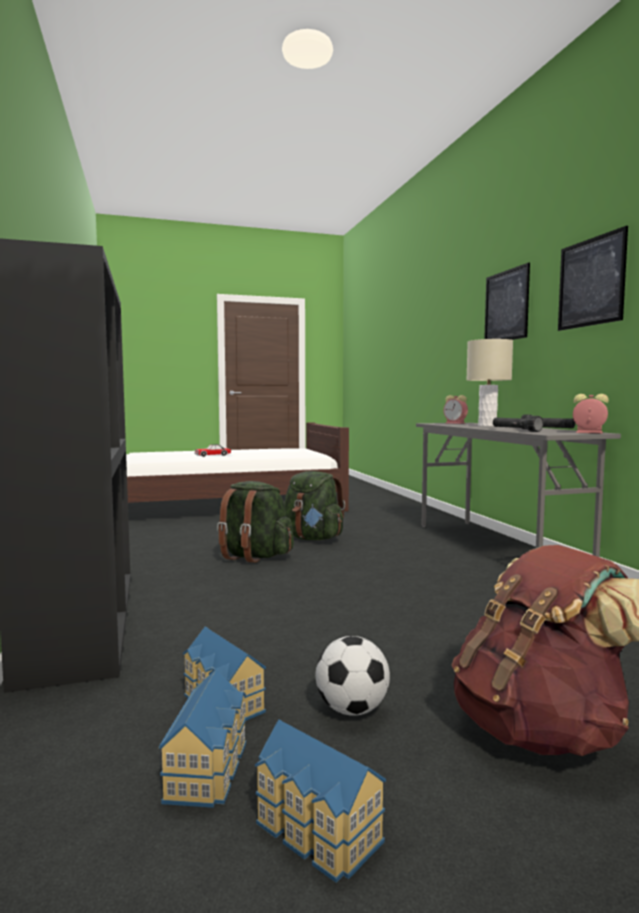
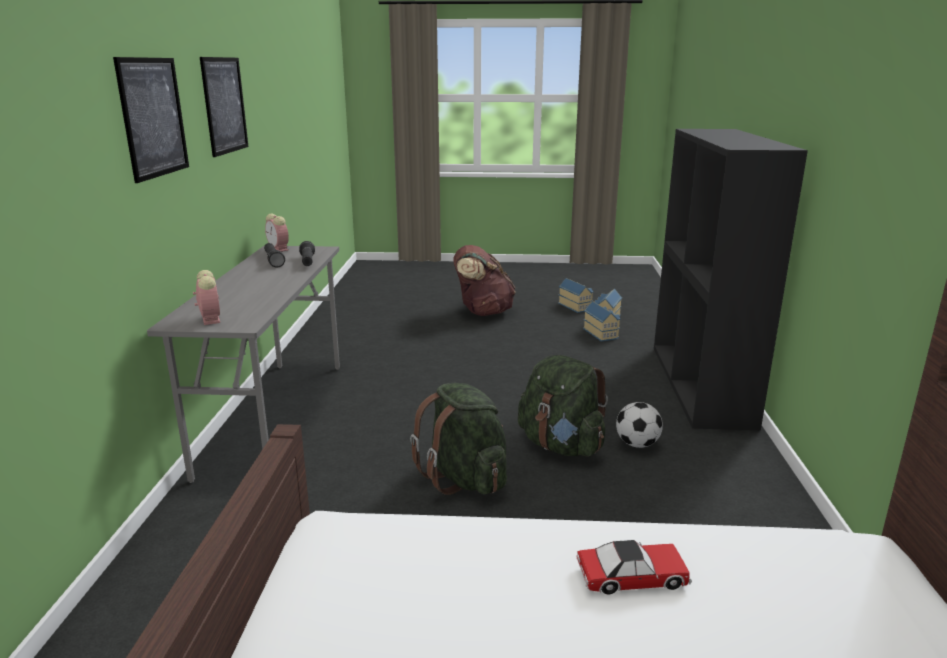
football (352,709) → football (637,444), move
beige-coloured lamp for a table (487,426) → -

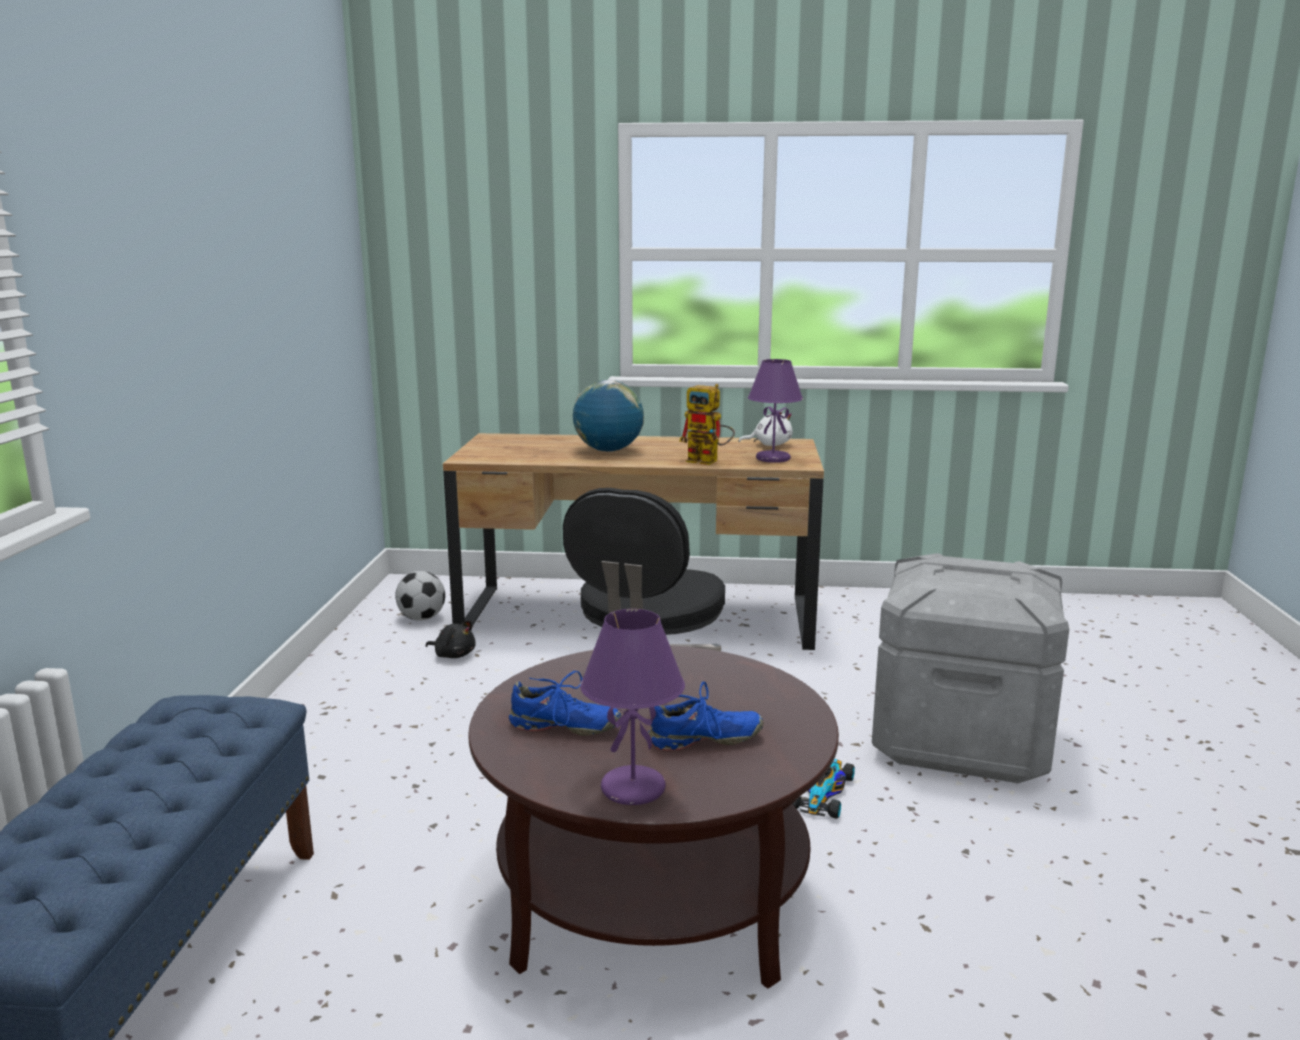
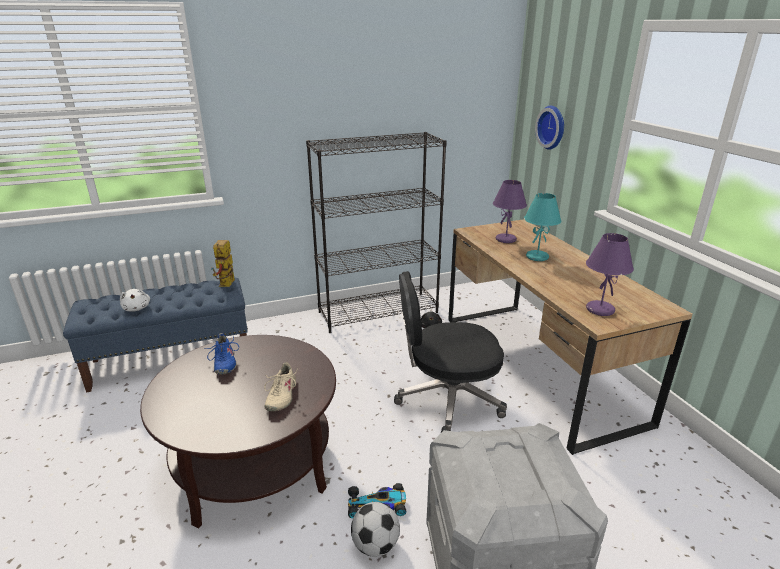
football (422,618) → football (375,545), move
world globe (608,451) → turquoise-coloured lamp for a table (537,257)
purplish lamp for a table (634,788) → purplish lamp for a table (506,239), move
blue low shoe (705,740) → -
robot figure (709,461) → robot figure (227,285), move
white plush toy (769,445) → white plush toy (137,308), move
- → beige-coloured low shoe (281,396)
- → black bookcase (378,312)
- → clock on the wall (553,127)

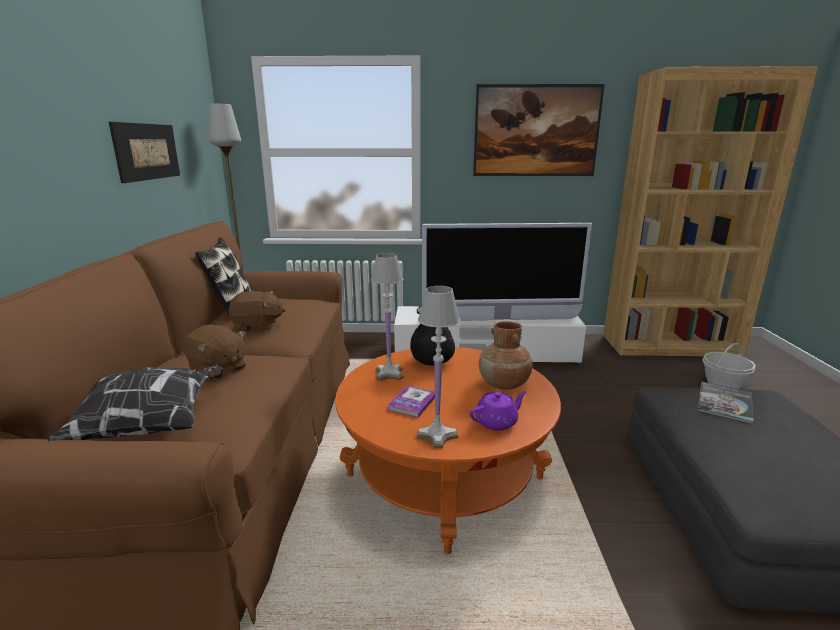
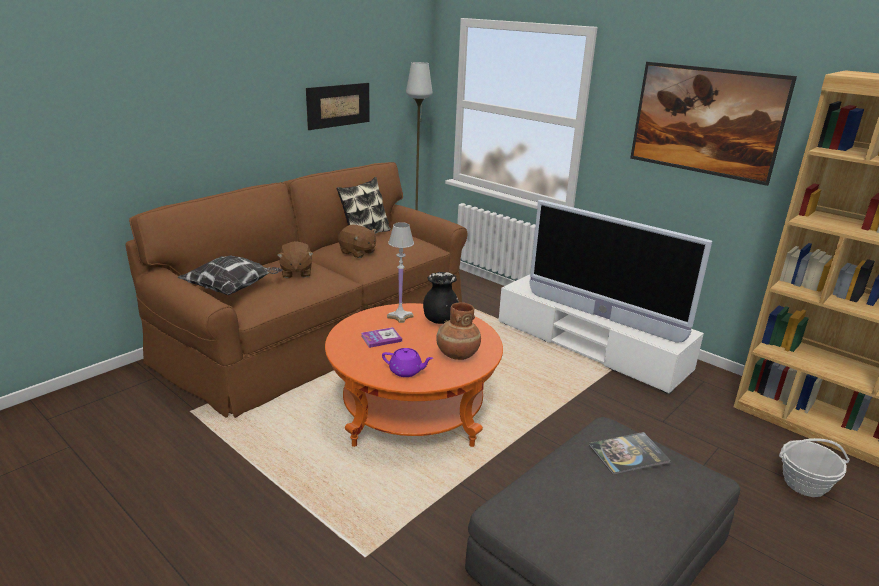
white lamp for a table (437,436) → -

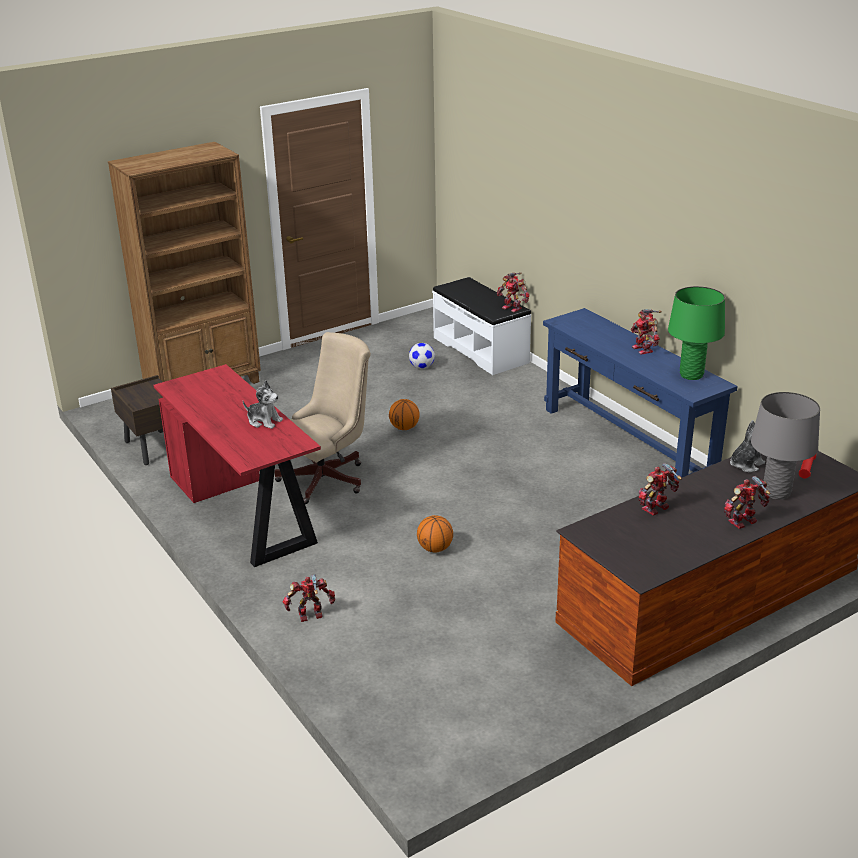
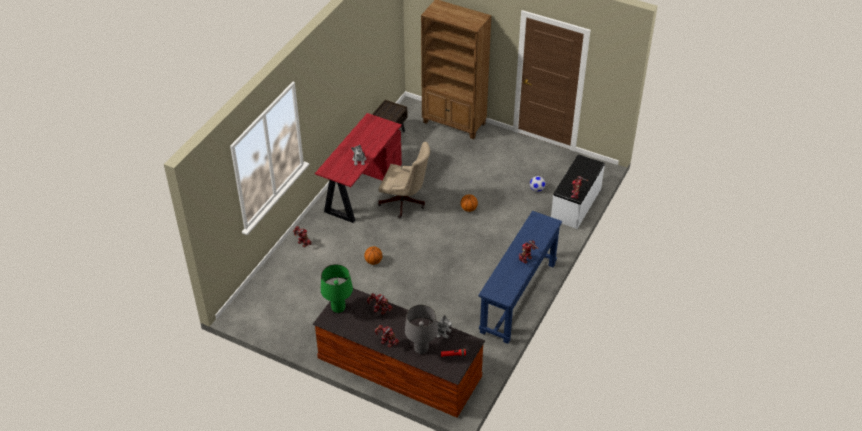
greenish lamp for a table (691,375) → greenish lamp for a table (338,308), move

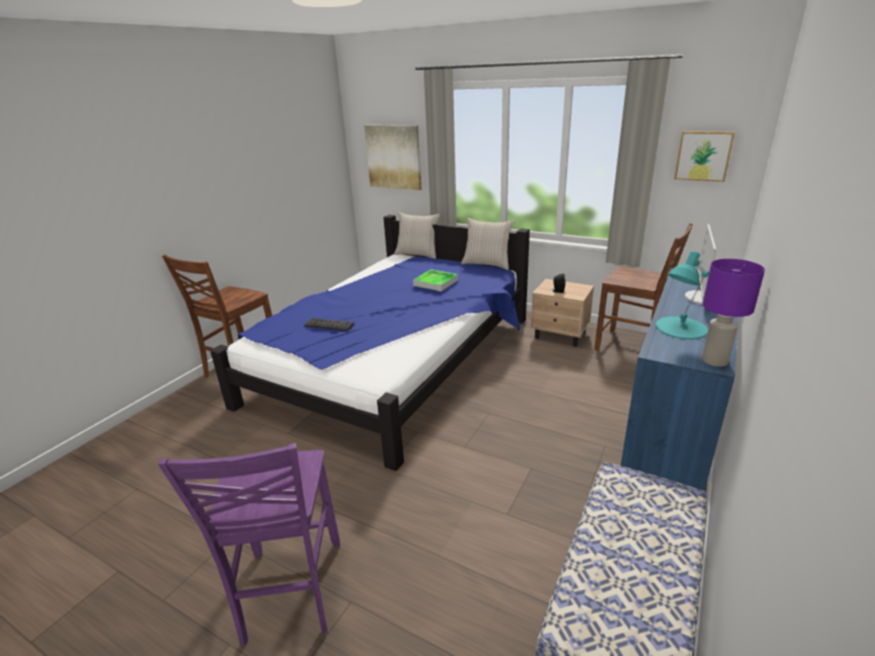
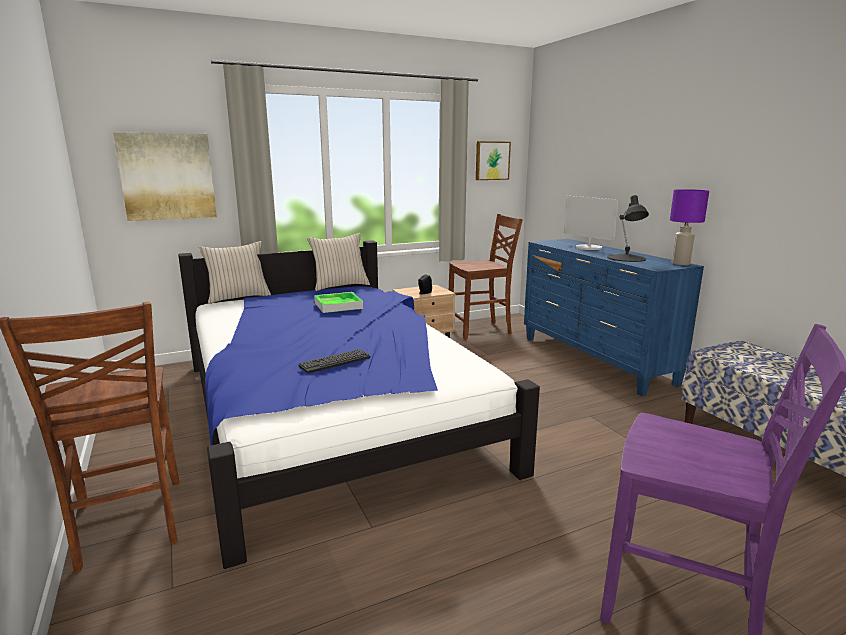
turquoise-coloured lamp for a table (680,328) → black lamp for a table (626,258)

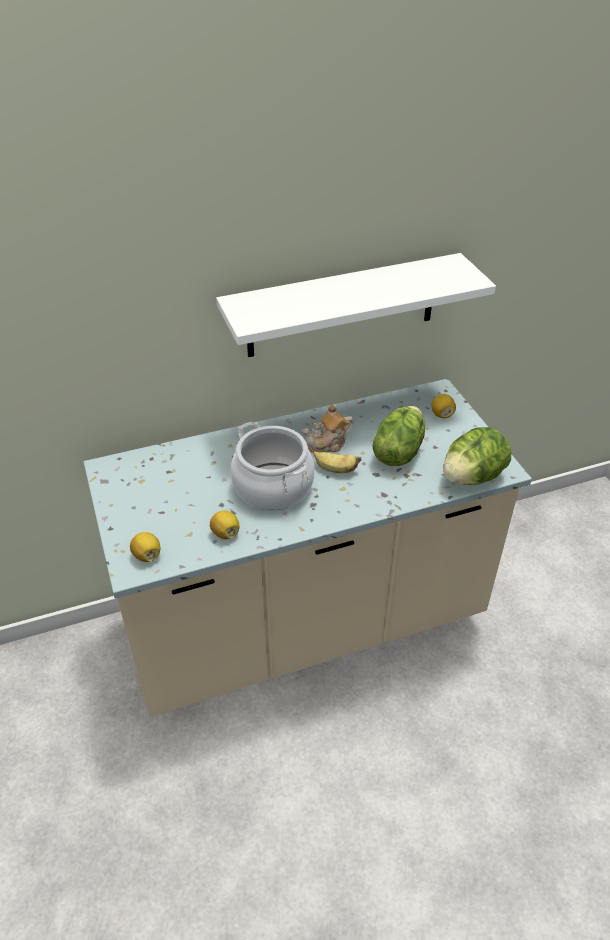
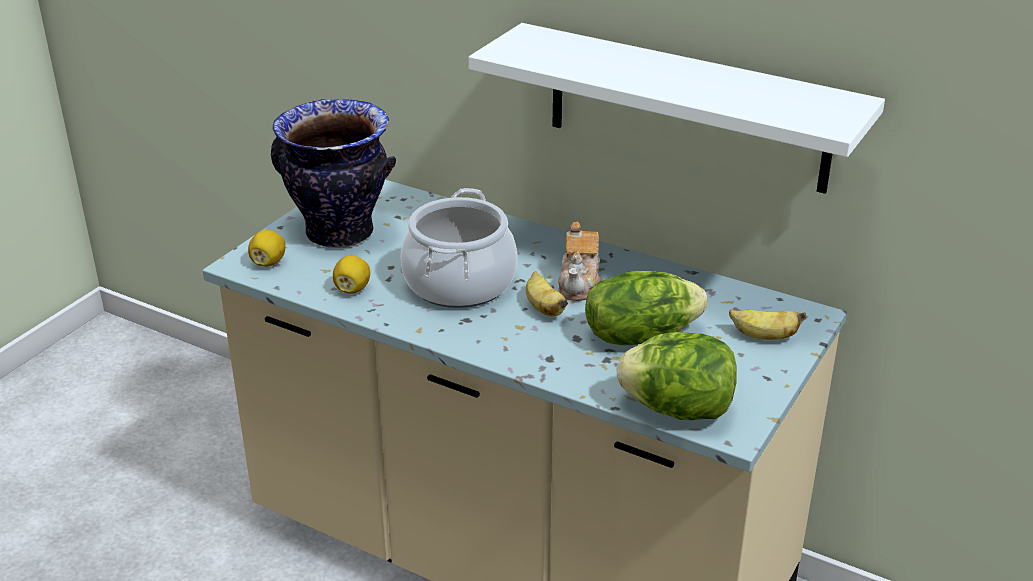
pot for tea (327,444) → pot for tea (579,284), 105 degrees counterclockwise
citrus fruit (442,414) → whole banana (763,337)
- → decorative vase (339,234)

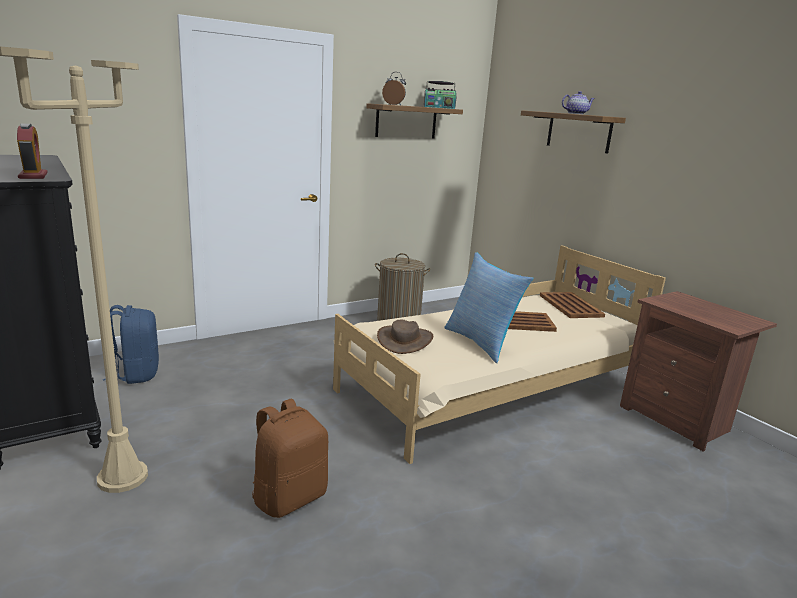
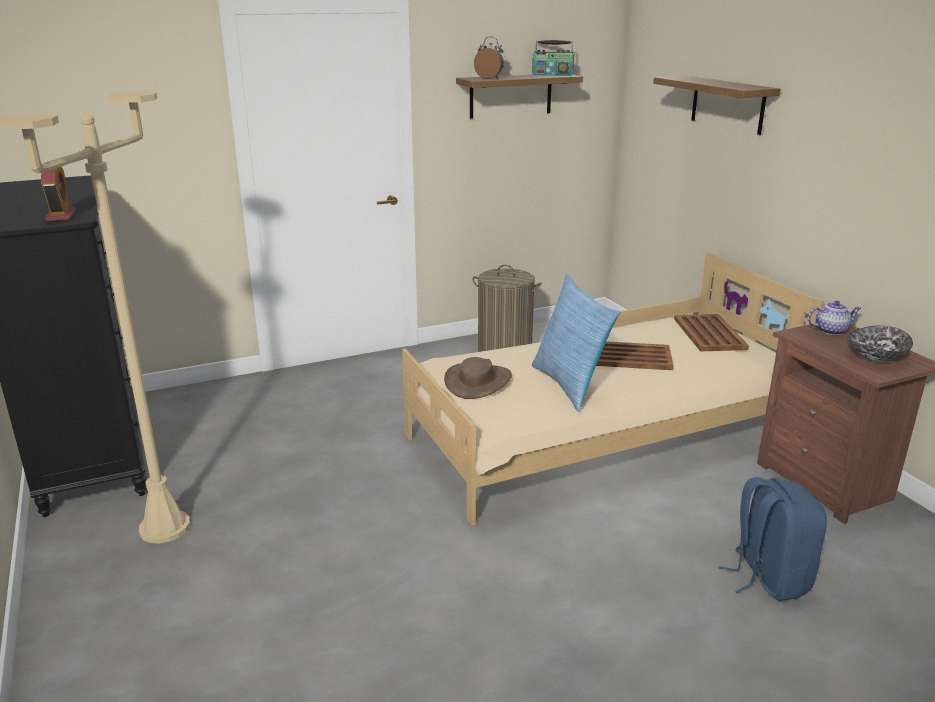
blue knapsack (136,374) → blue knapsack (767,577), move
brown knapsack (289,497) → -
pot for tea (576,114) → pot for tea (831,330), move
- → bowl (876,357)

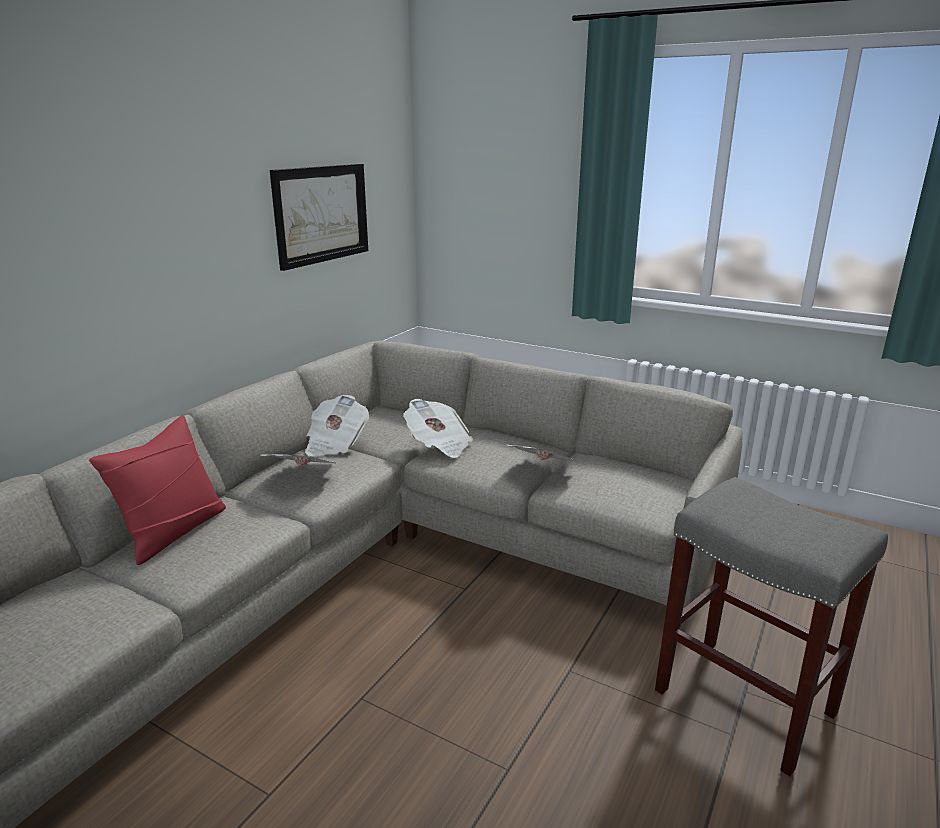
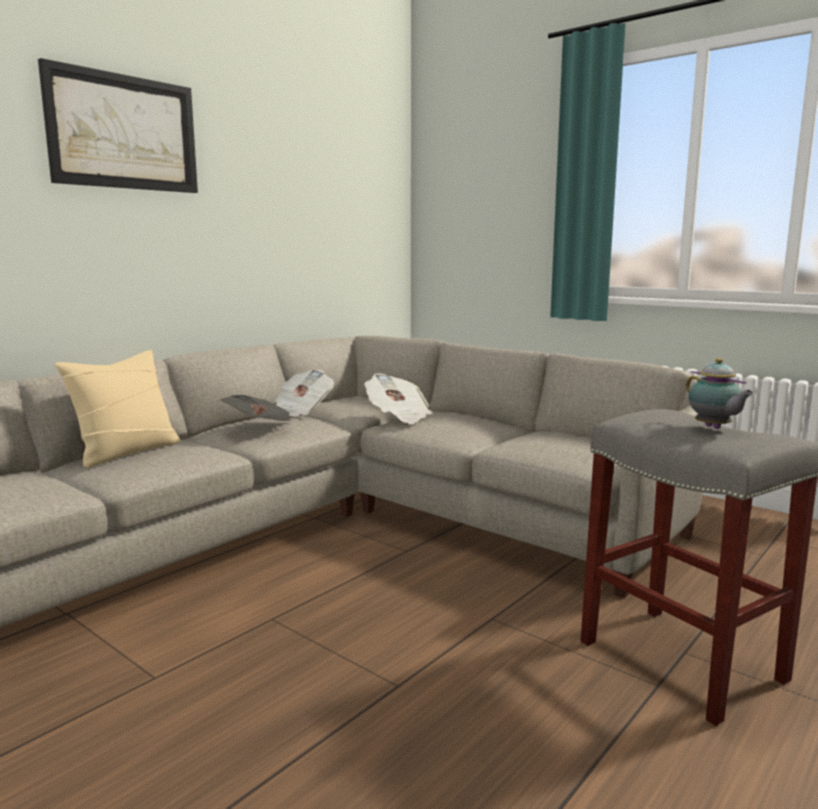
reddish pillow (173,532) → beige-coloured pillow (126,452)
wall picture (321,214) → wall picture (123,132), move
newspaper (543,471) → -
- → pot for tea (714,428)

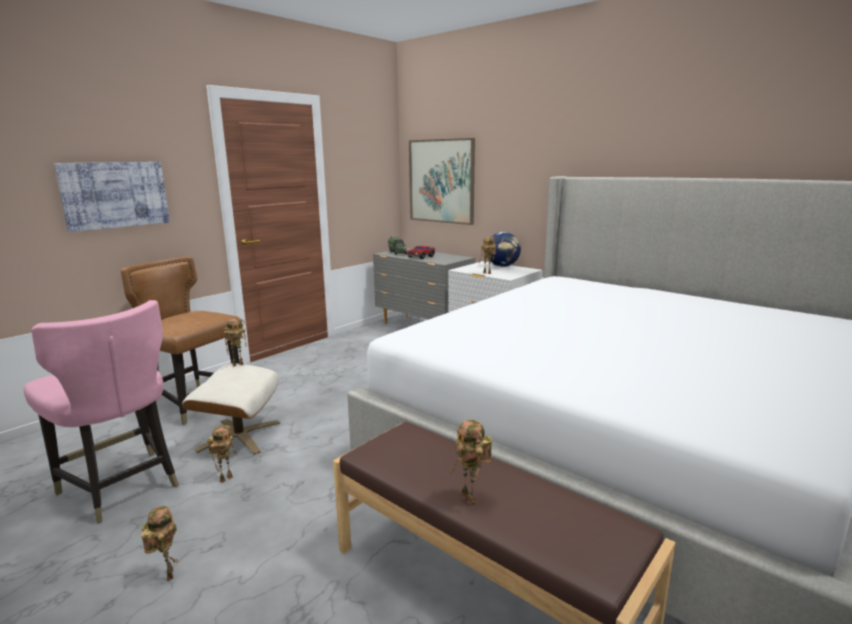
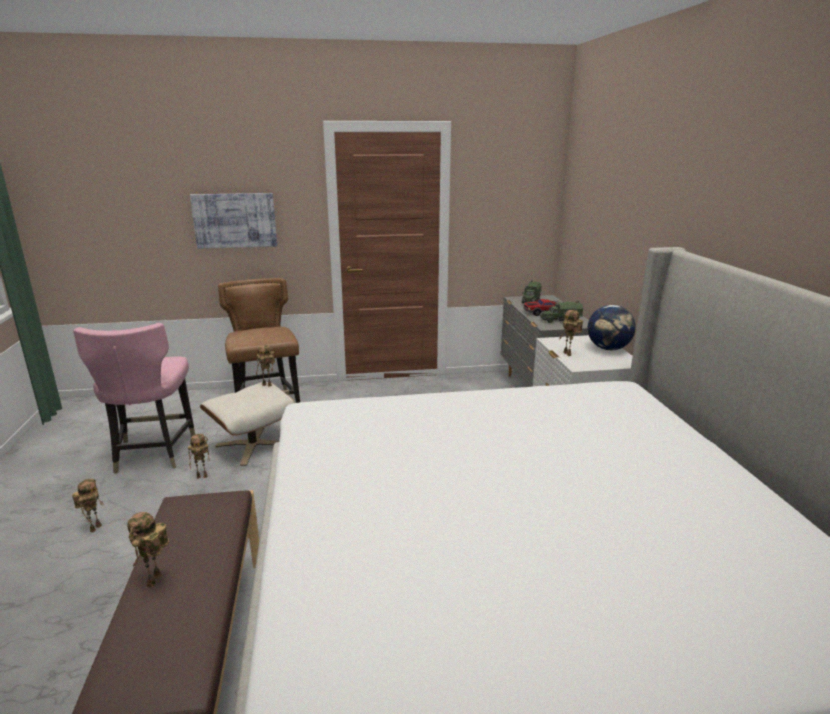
wall picture (441,181) → -
- → toy lorry (560,320)

